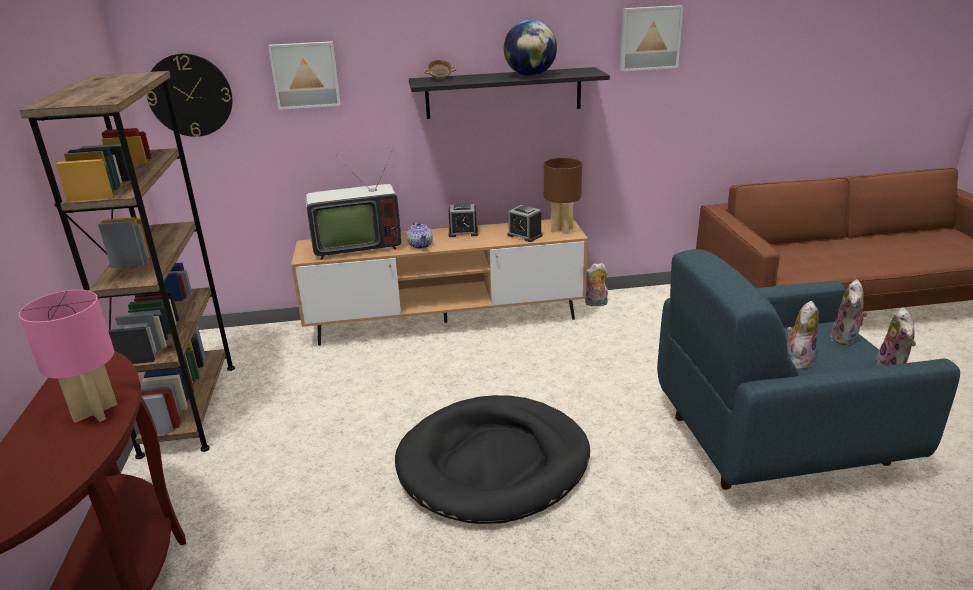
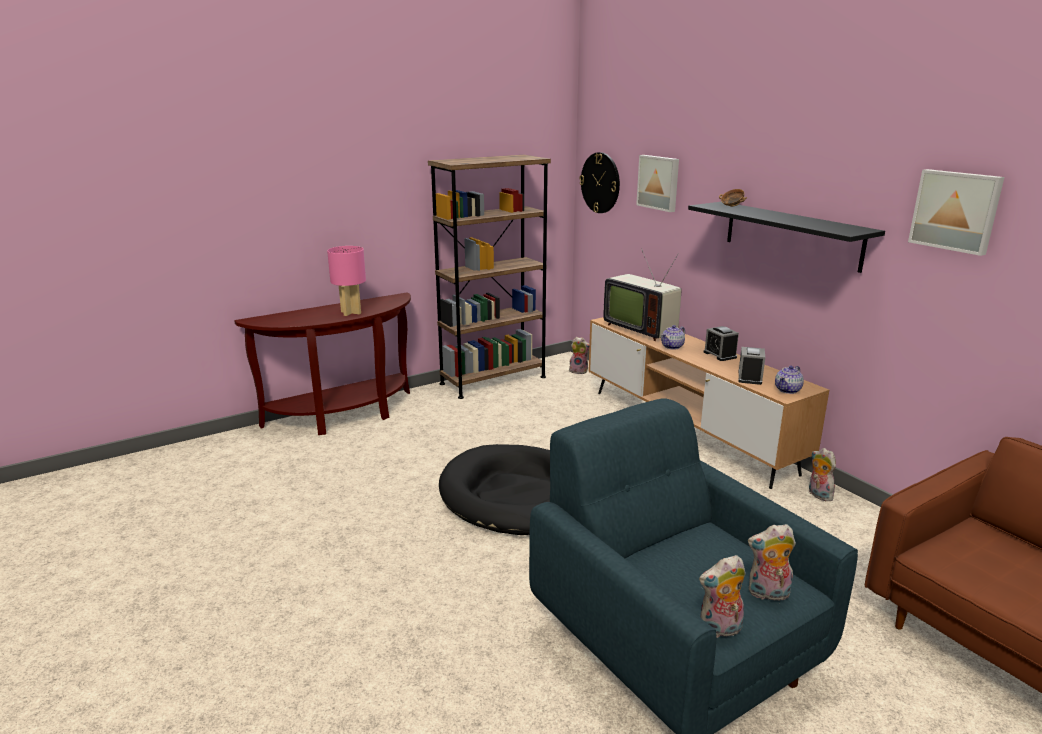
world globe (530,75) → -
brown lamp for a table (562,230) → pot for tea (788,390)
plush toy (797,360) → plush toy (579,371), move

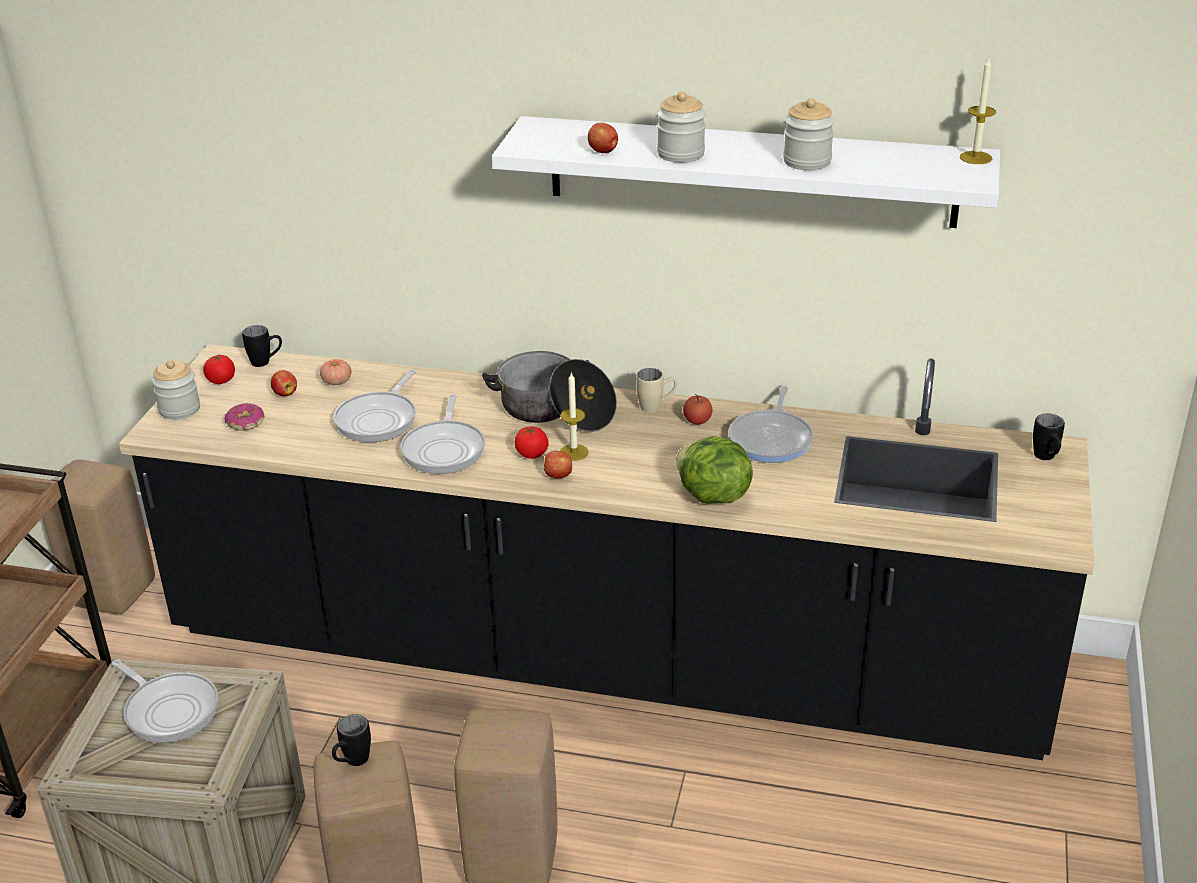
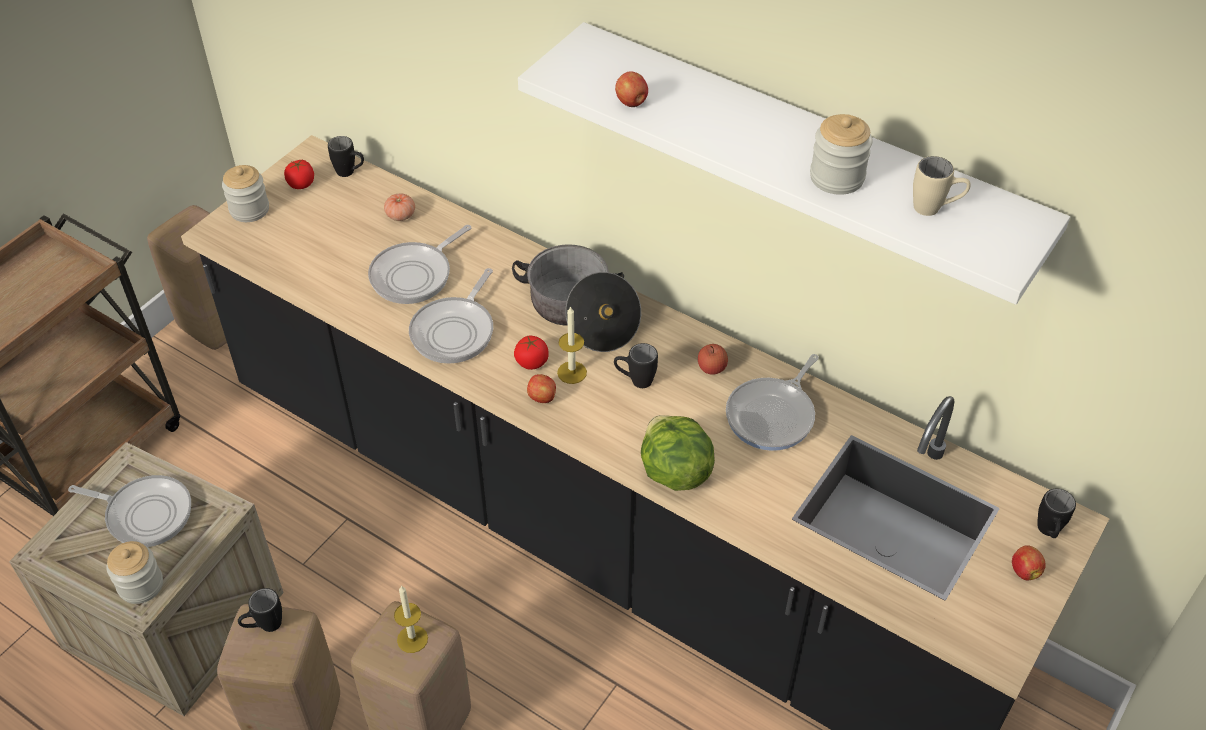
pan (169,709) → pan (145,513), 45 degrees counterclockwise
doughnut (245,423) → -
whole apple (285,393) → whole apple (1024,570), move
beige-coloured tea mug (656,407) → beige-coloured tea mug (935,209), move
jar (681,154) → jar (141,585), move
wax candle (975,158) → wax candle (412,639), move
- → black tea mug (635,381)

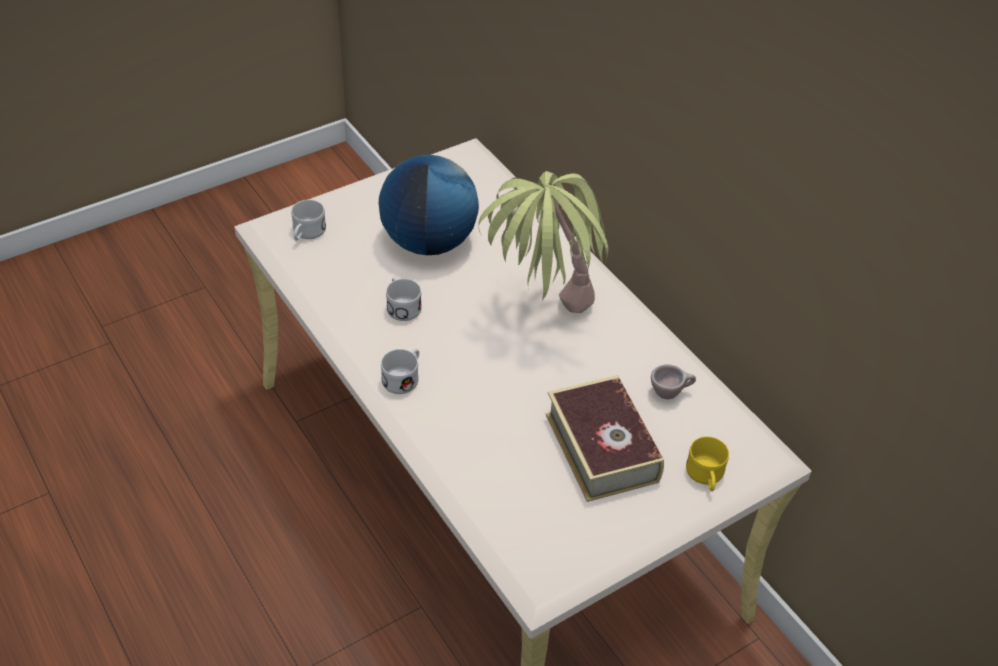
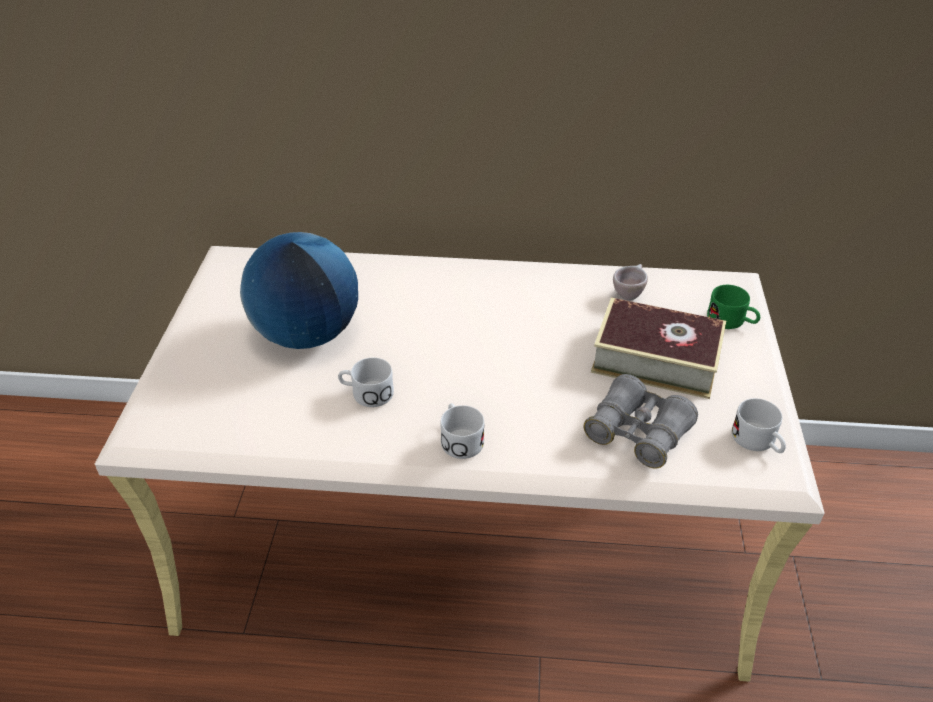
white tea mug (306,233) → white tea mug (758,442), move
houseplant (540,316) → -
yellow-coloured tea mug (705,476) → greenish tea mug (731,321)
- → greyish binoculars (637,433)

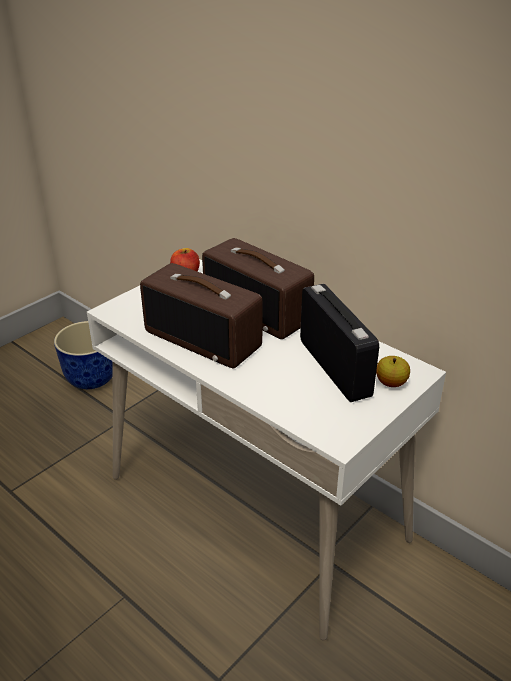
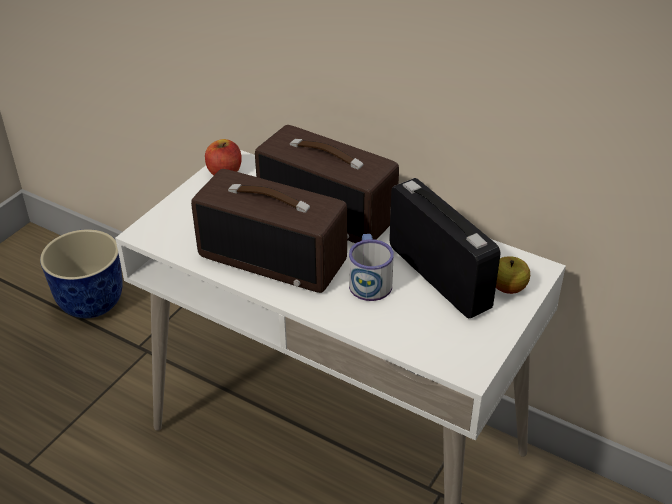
- → tea mug (369,280)

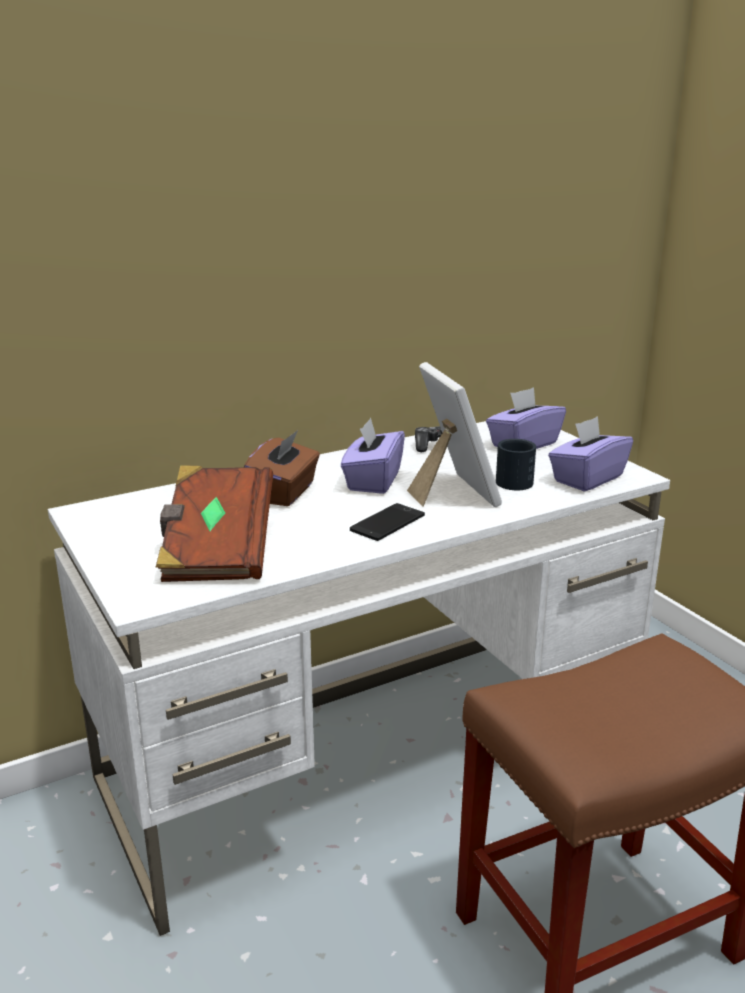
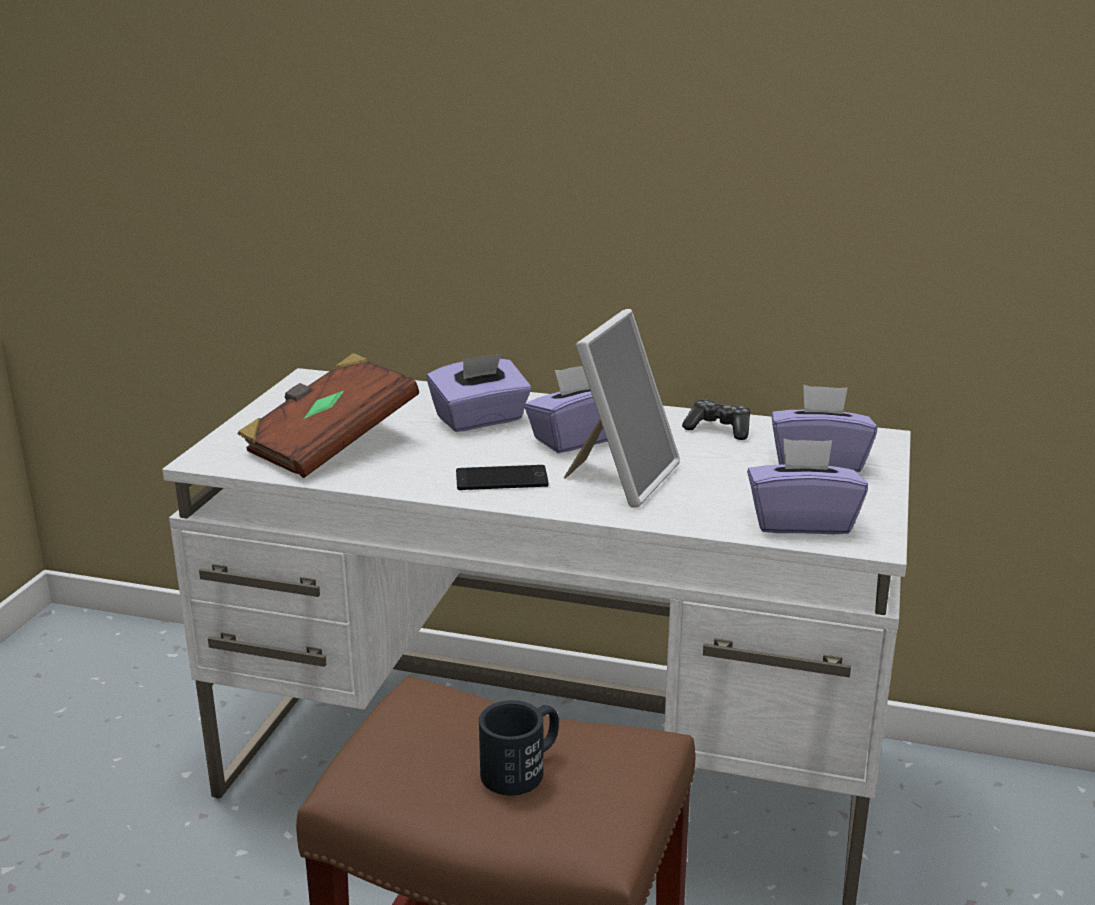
brown tissue holder (284,493) → purplish tissue holder (480,420)
black tea mug (513,479) → black tea mug (522,768), move

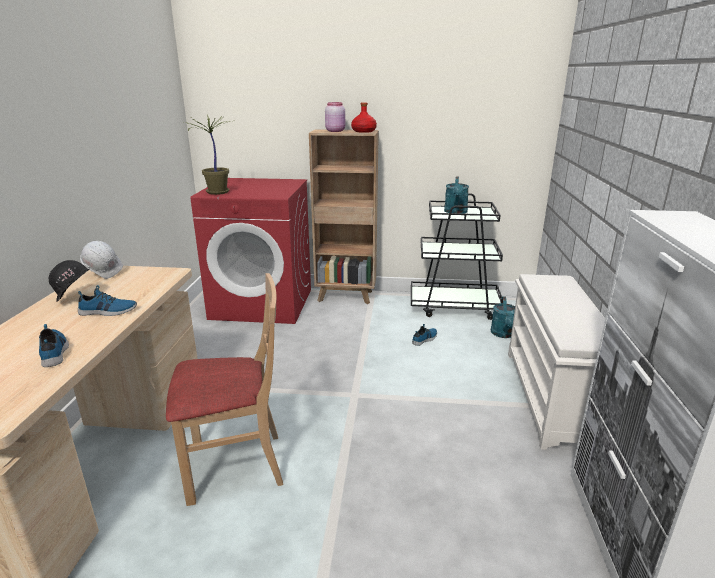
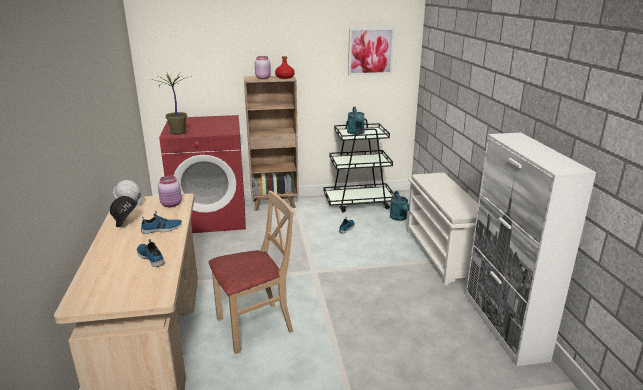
- → pink-coloured jar (172,204)
- → wall picture (370,51)

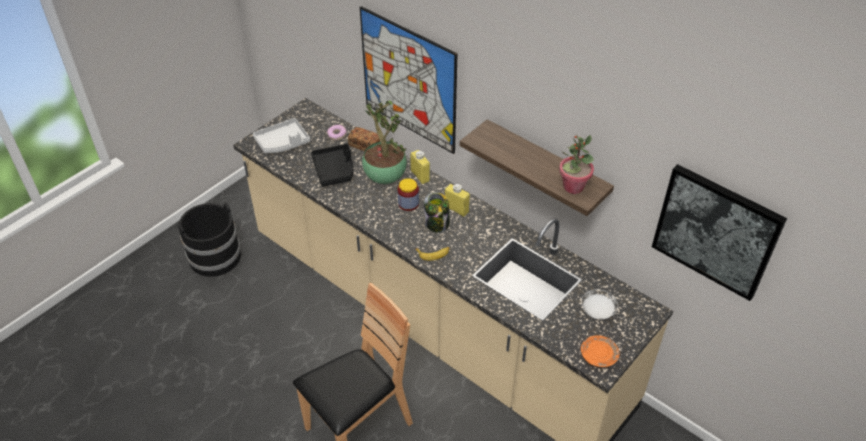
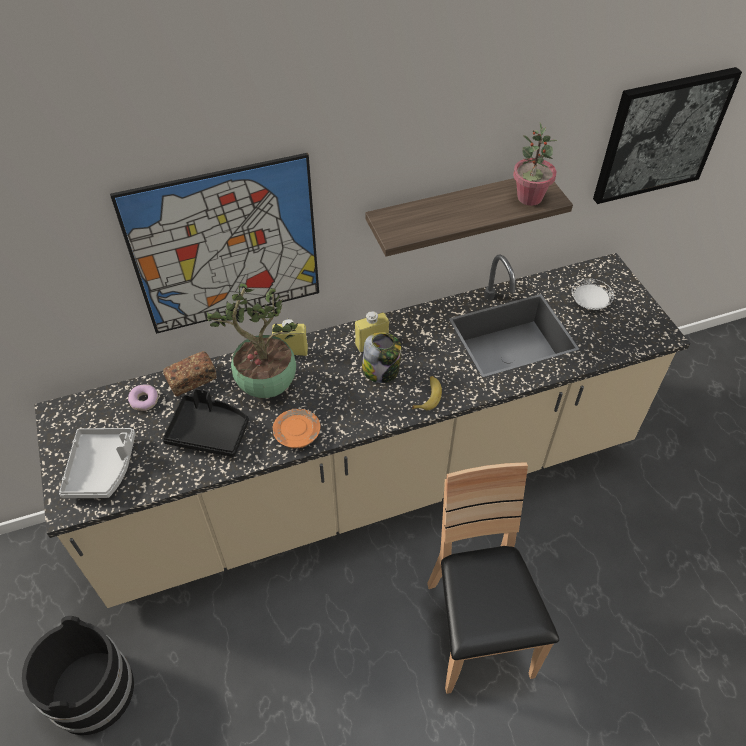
jar (408,203) → -
orangey plate (598,356) → orangey plate (297,433), move

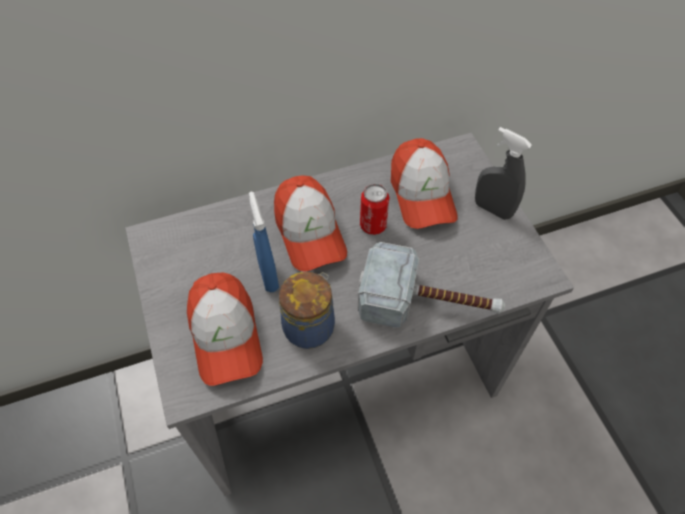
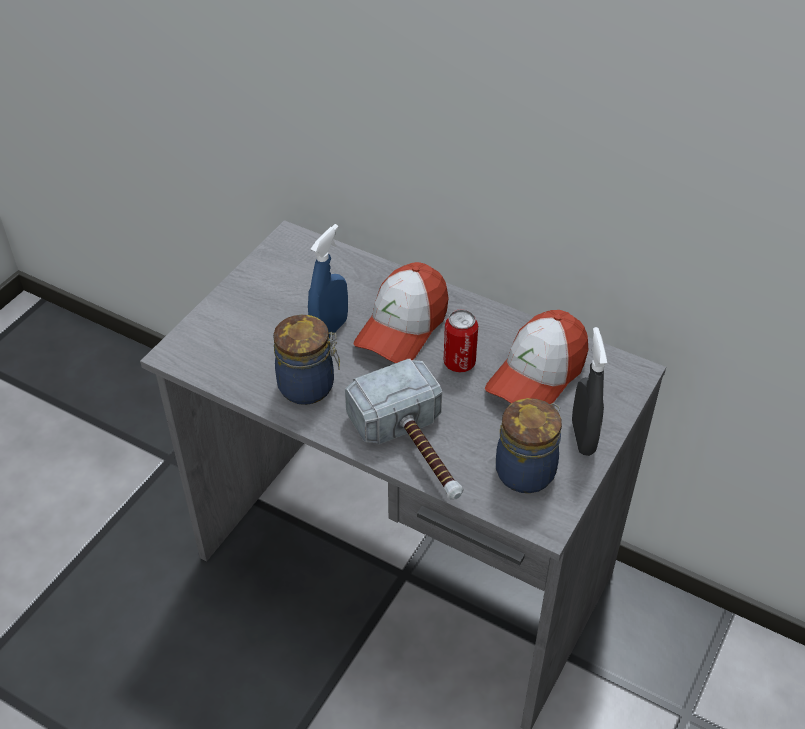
baseball cap (225,335) → -
- → jar (527,471)

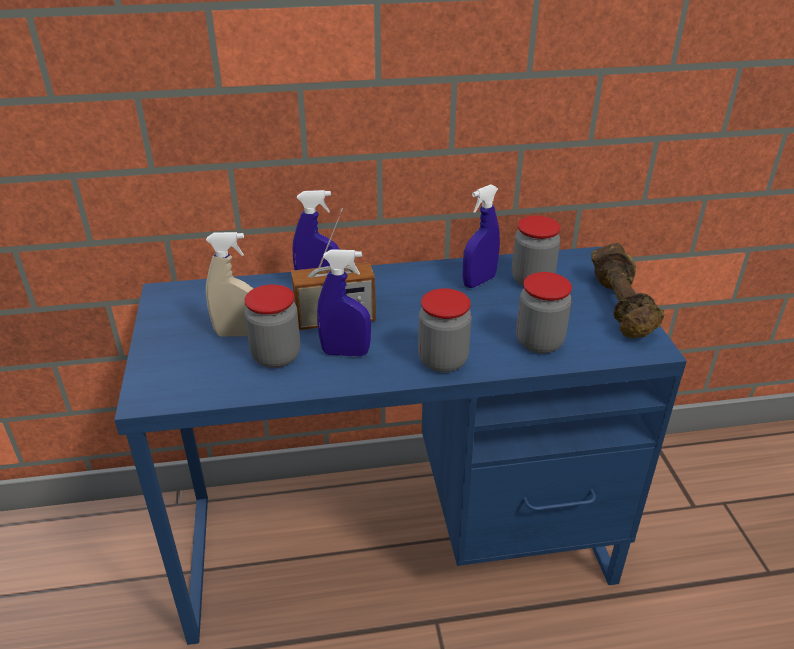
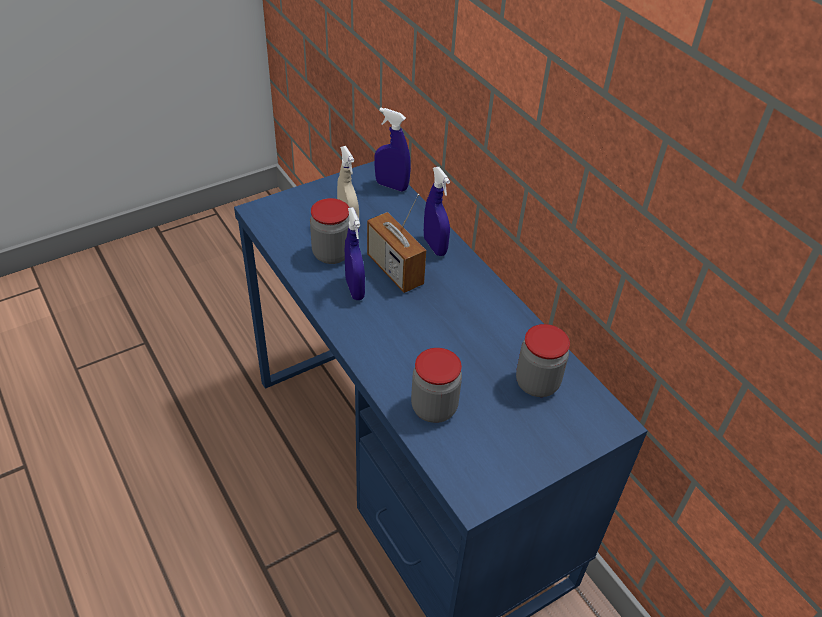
jar (443,360) → -
blue hand sprayer (479,281) → blue hand sprayer (391,186), move
brown hand weight (622,307) → -

